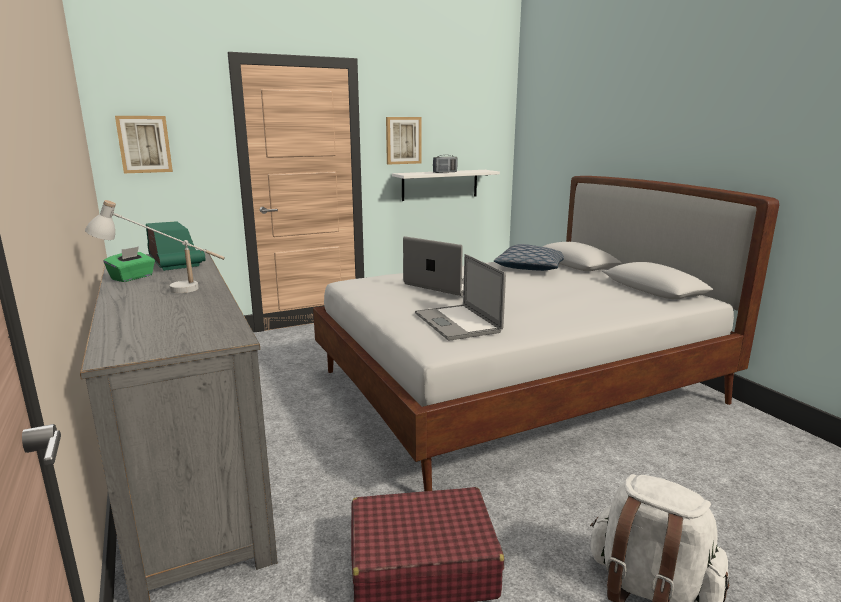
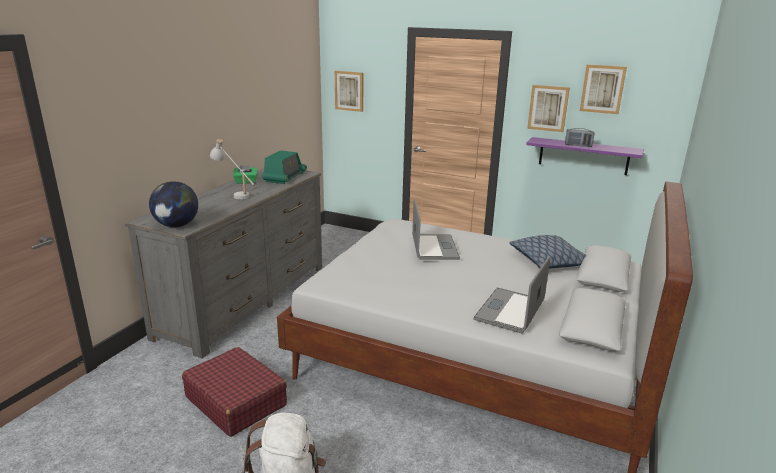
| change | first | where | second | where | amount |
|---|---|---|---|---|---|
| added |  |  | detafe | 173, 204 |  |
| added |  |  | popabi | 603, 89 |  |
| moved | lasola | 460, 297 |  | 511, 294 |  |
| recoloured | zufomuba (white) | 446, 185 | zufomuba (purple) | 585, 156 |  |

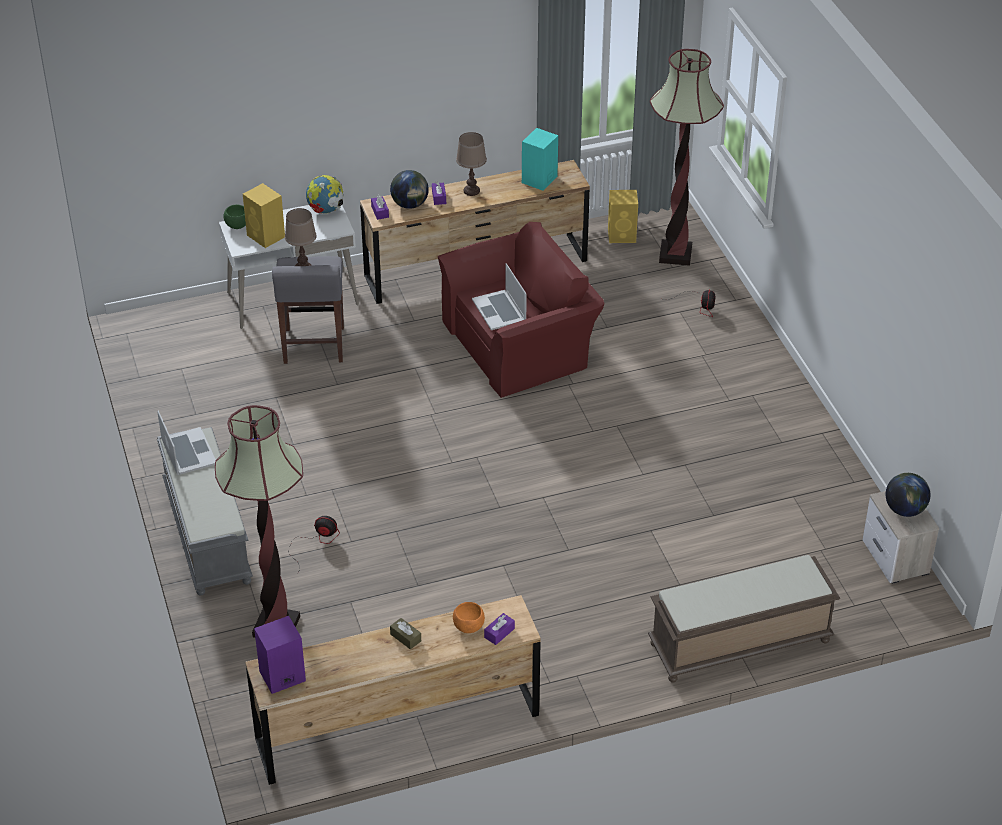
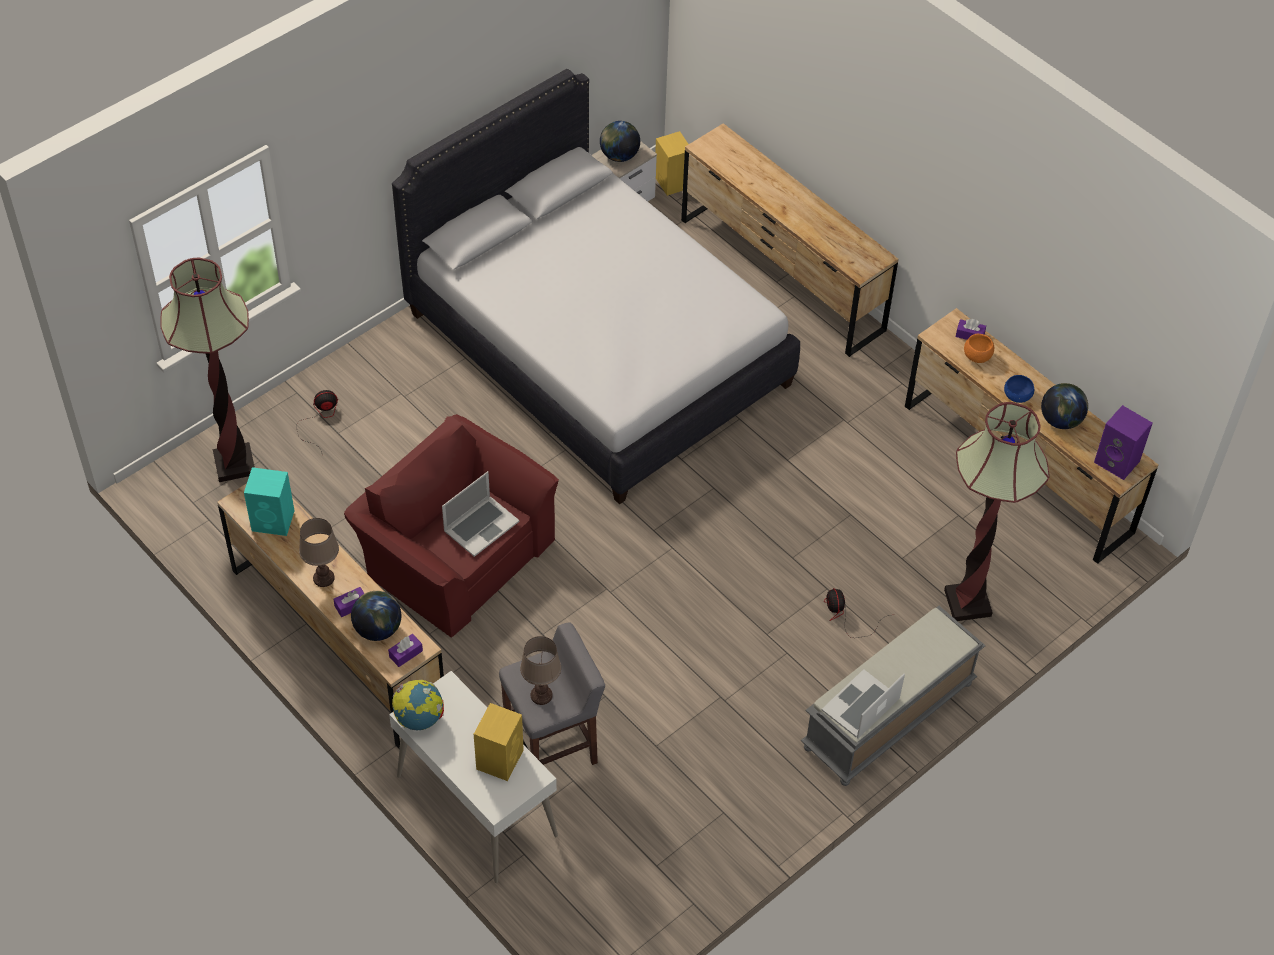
| change | first | where | second | where | amount |
|---|---|---|---|---|---|
| removed | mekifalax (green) | 235, 216 |  |  |  |
| added |  |  | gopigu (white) | 596, 286 |  |
| added |  |  | detafe | 1064, 406 |  |
| moved | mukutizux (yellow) | 623, 216 |  | 672, 163 |  |
| replaced | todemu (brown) | 405, 634 | mekifalax (blue) | 1019, 389 |  |
| replaced | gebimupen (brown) | 744, 618 | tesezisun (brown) | 789, 240 |  |

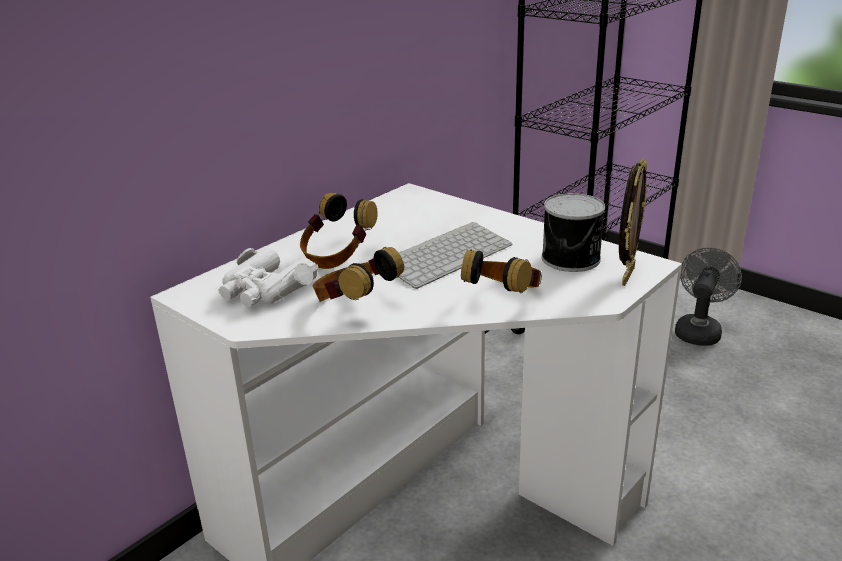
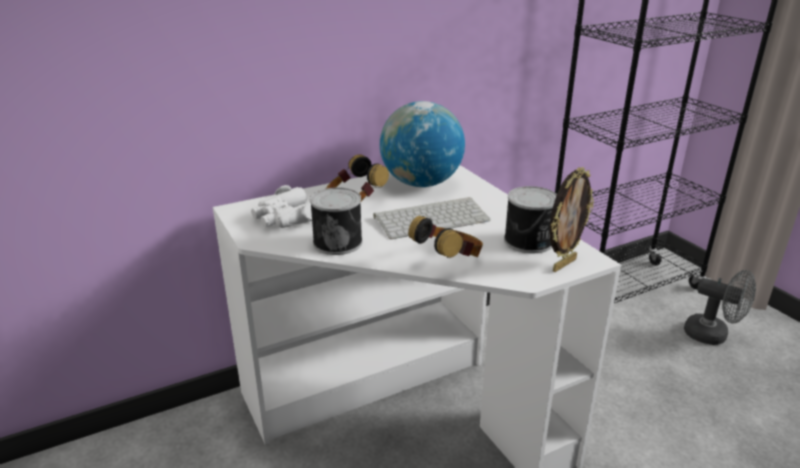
| change | first | where | second | where | amount |
|---|---|---|---|---|---|
| added |  |  | detafe | 422, 144 |  |
| replaced | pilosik | 358, 274 | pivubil | 336, 221 |  |
| turned | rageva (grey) | 708, 296 |  | 720, 307 | 75 degrees clockwise |

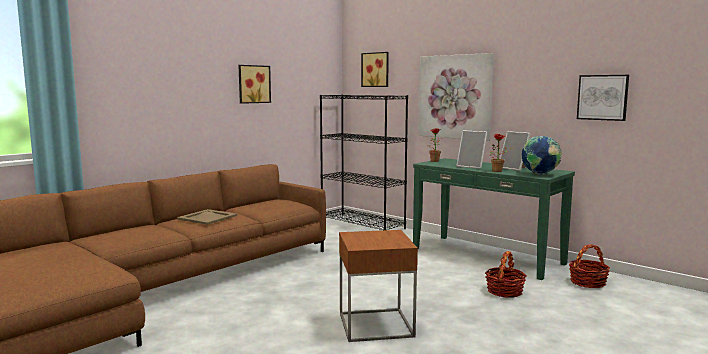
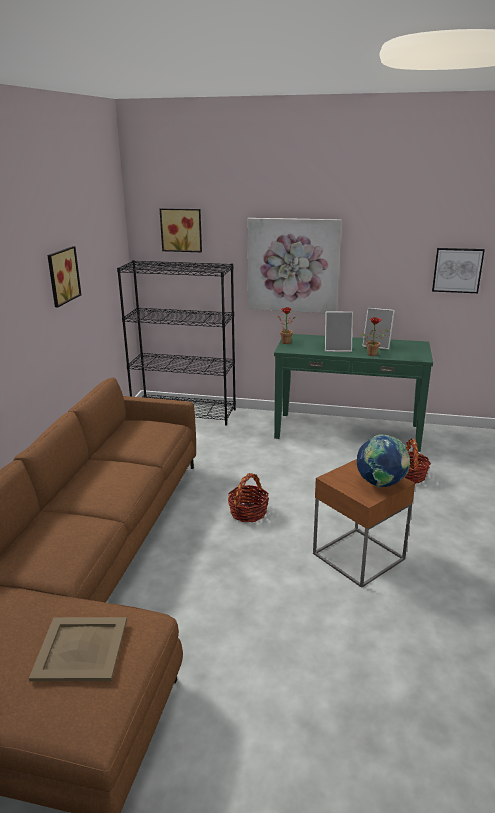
| change | first | where | second | where | amount |
|---|---|---|---|---|---|
| moved | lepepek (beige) | 207, 217 |  | 78, 649 |  |
| moved | detafe | 542, 155 |  | 383, 461 |  |
| moved | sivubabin | 589, 266 |  | 248, 498 |  |

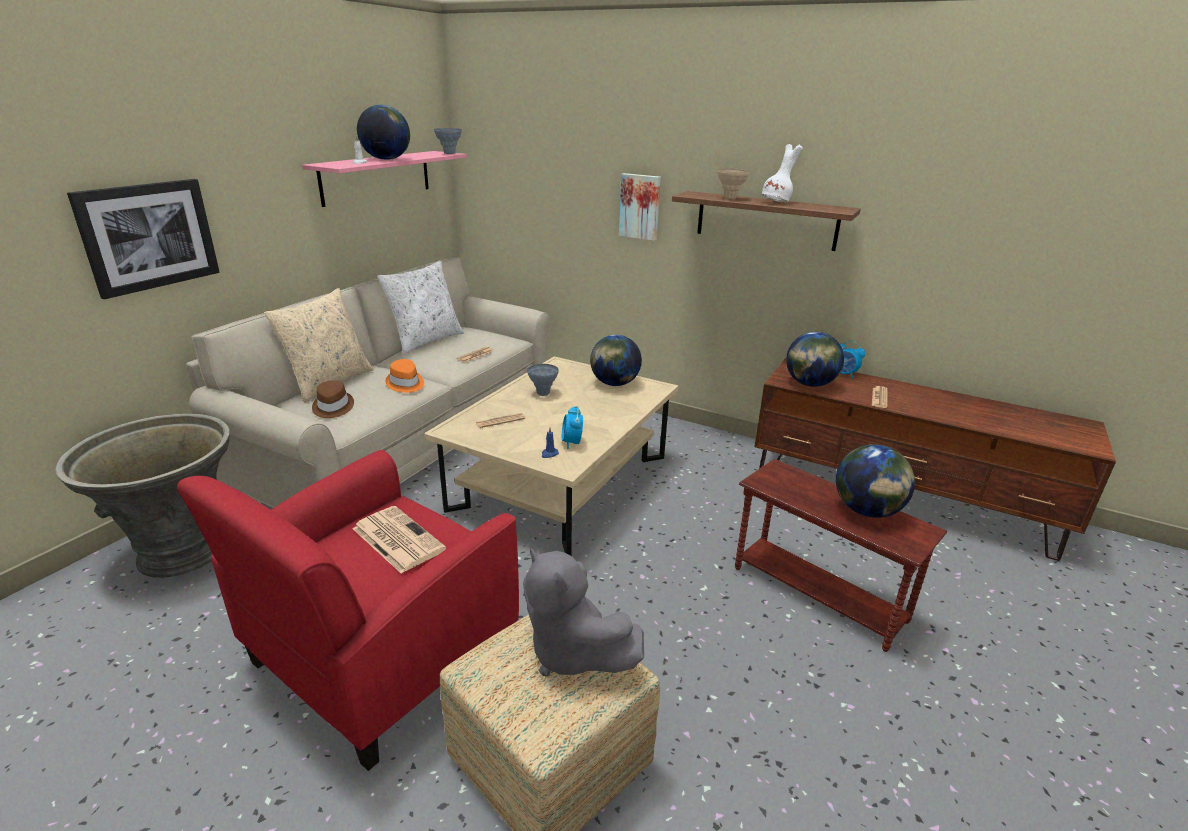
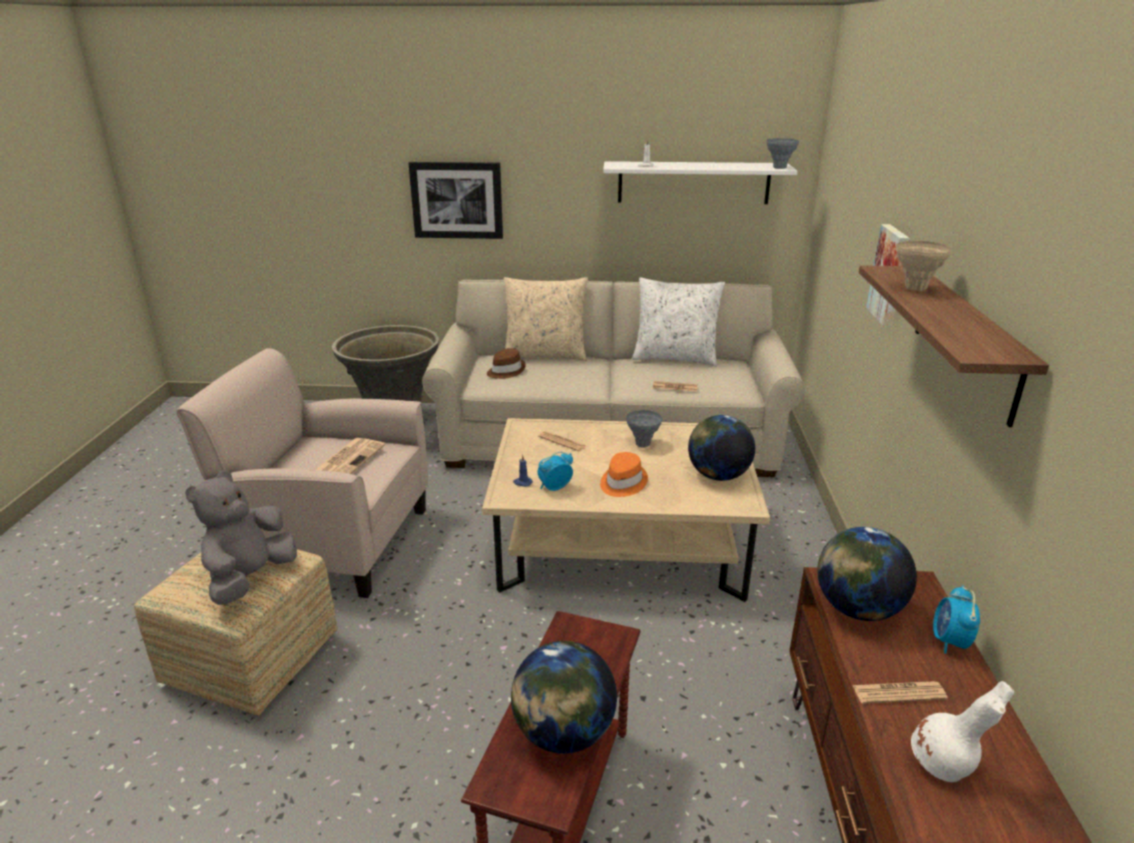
| change | first | where | second | where | amount |
|---|---|---|---|---|---|
| removed | detafe | 383, 132 |  |  |  |
| moved | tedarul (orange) | 405, 376 |  | 624, 474 |  |
| moved | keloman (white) | 782, 173 |  | 962, 731 |  |
| recoloured | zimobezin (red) | 348, 610 | zimobezin (beige) | 302, 473 |  |
| recoloured | zufomuba (pink) | 384, 179 | zufomuba (white) | 700, 182 |  |

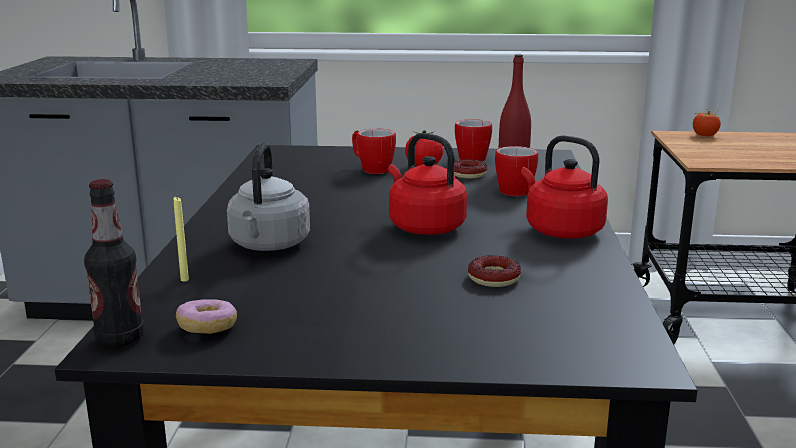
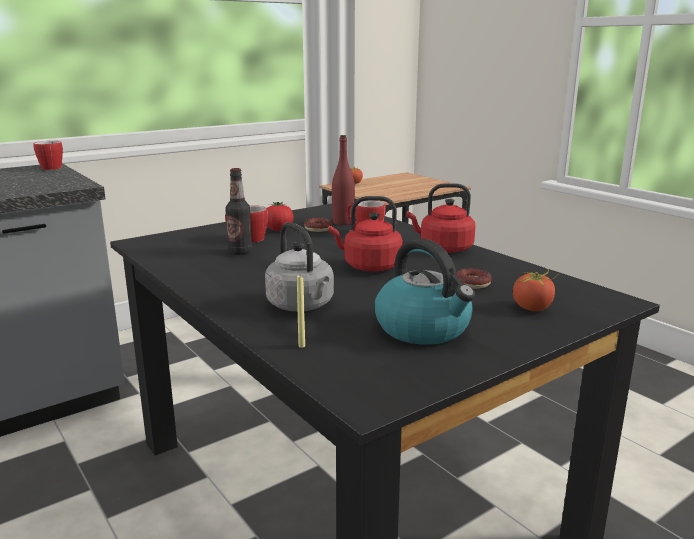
| change | first | where | second | where | amount |
|---|---|---|---|---|---|
| removed | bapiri | 206, 316 |  |  |  |
| added |  |  | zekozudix | 425, 292 |  |
| added |  |  | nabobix | 536, 289 |  |
| moved | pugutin | 114, 263 |  | 238, 211 |  |
| moved | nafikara | 473, 140 |  | 48, 155 |  |

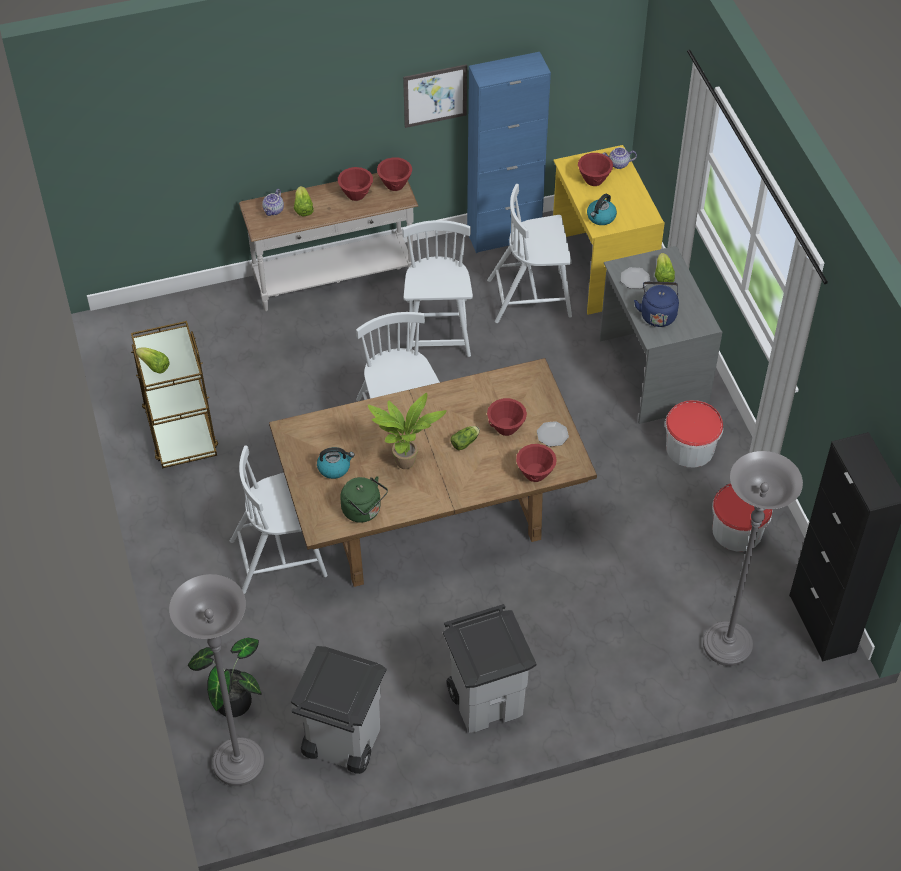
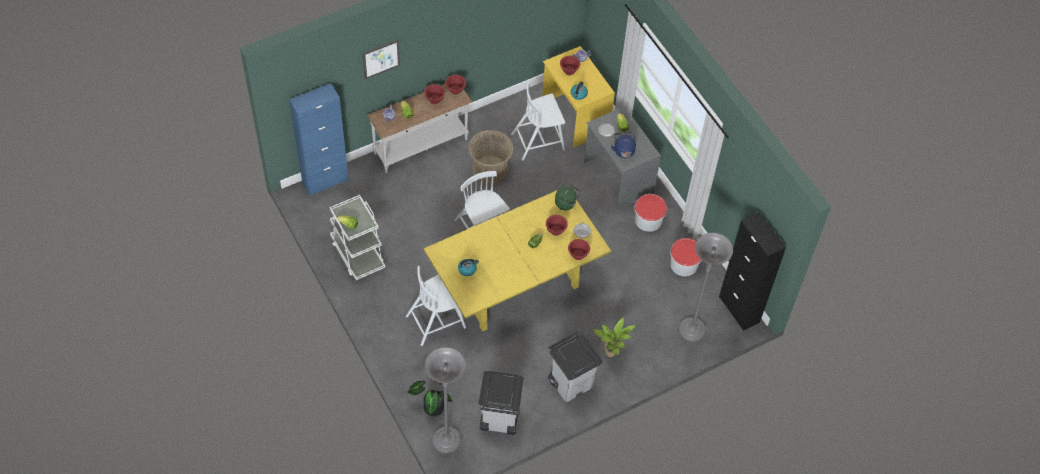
| change | first | where | second | where | amount |
|---|---|---|---|---|---|
| moved | zekozudix (green) | 364, 499 |  | 568, 197 |  |
| moved | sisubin | 407, 431 |  | 614, 337 |  |
| moved | popabi | 435, 96 |  | 381, 59 |  |
| moved | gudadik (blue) | 509, 152 |  | 319, 139 |  |
| replaced | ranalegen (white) | 437, 288 | sivubabin | 491, 157 |  |
| recoloured | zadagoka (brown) | 174, 394 | zadagoka (white) | 357, 237 |  |
| recoloured | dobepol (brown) | 433, 472 | dobepol (yellow) | 517, 260 |  |

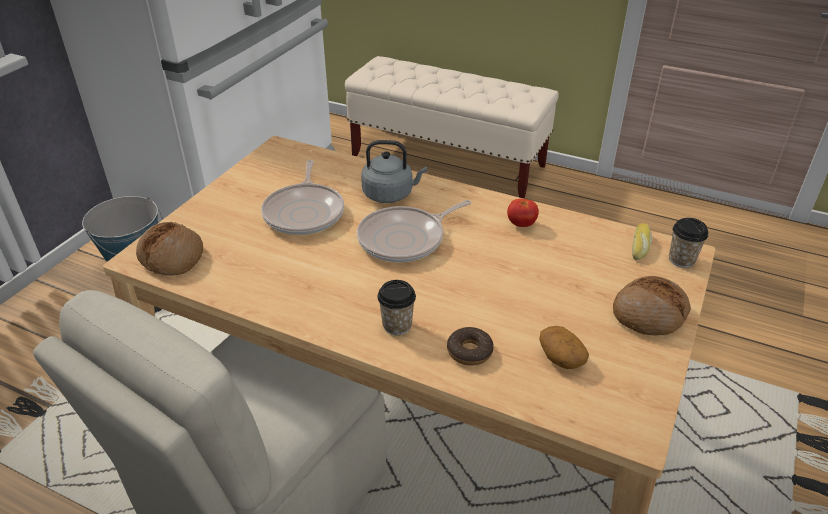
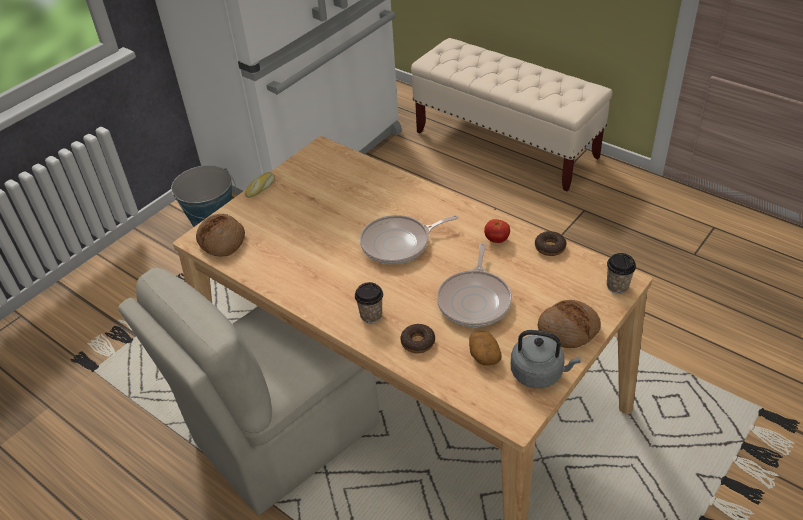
| change | first | where | second | where | amount |
|---|---|---|---|---|---|
| added |  |  | bapiri | 550, 243 |  |
| moved | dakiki | 302, 197 |  | 474, 285 |  |
| moved | zekozudix (grey) | 394, 171 |  | 546, 359 |  |
| moved | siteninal | 642, 241 |  | 260, 185 |  |

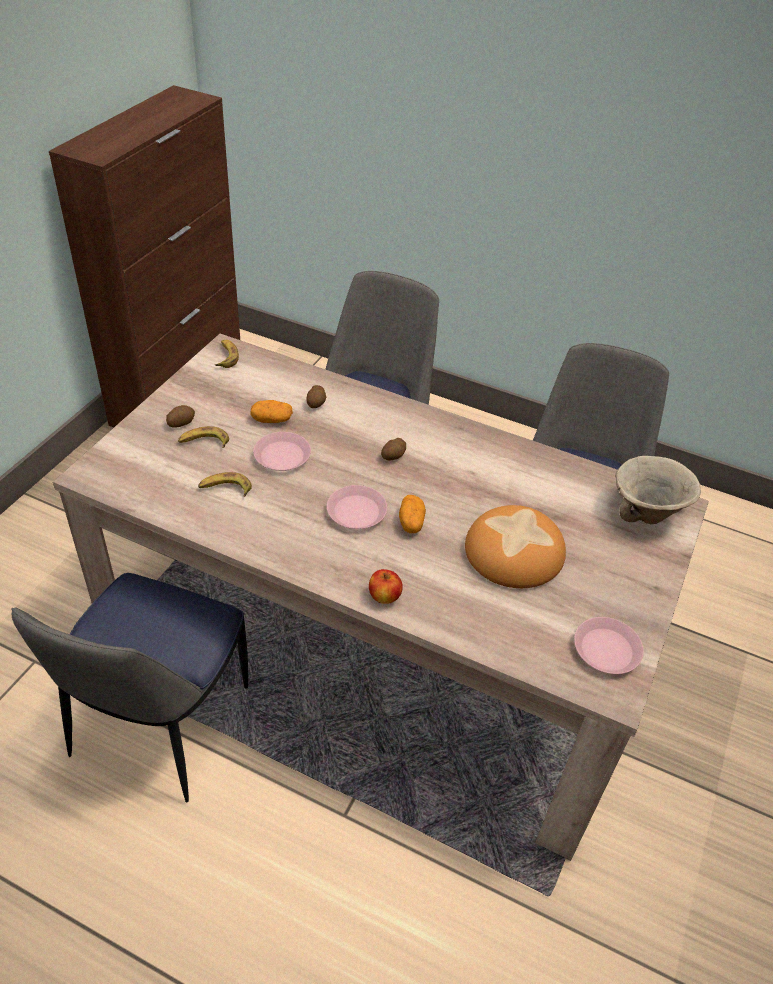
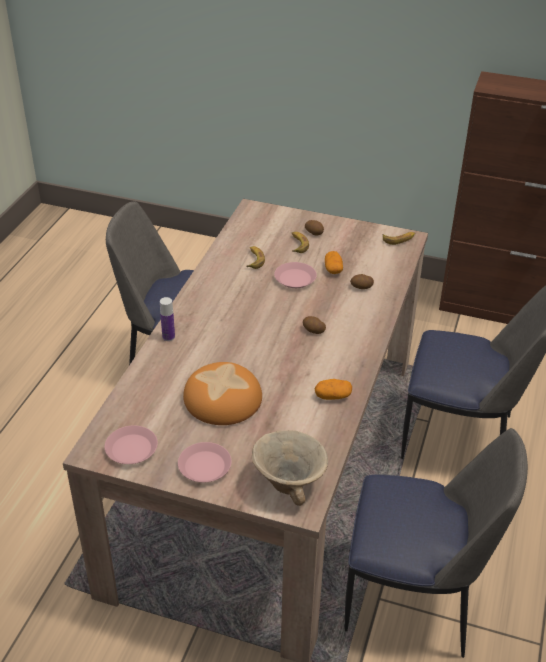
| change | first | where | second | where | amount |
|---|---|---|---|---|---|
| moved | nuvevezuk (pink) | 357, 507 |  | 205, 462 |  |
| moved | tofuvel | 412, 514 |  | 333, 389 |  |
| replaced | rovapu | 386, 586 | pugutin | 167, 319 |  |

